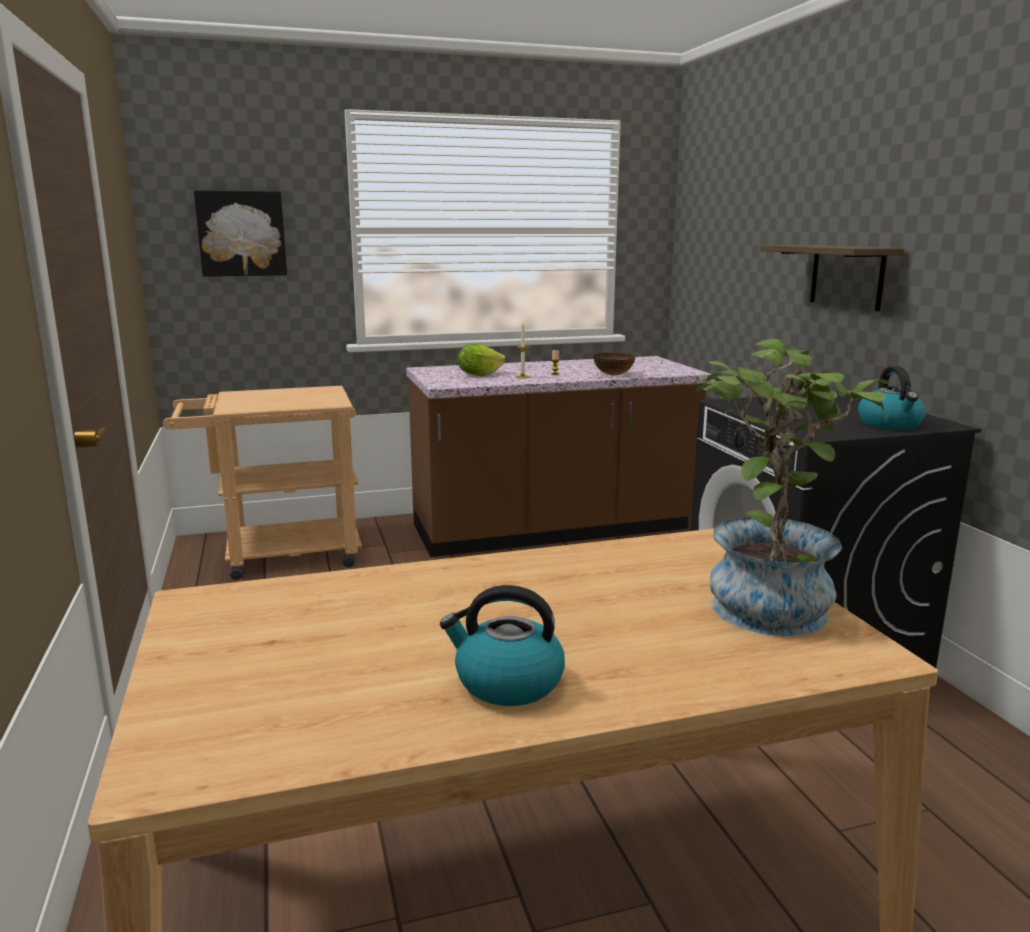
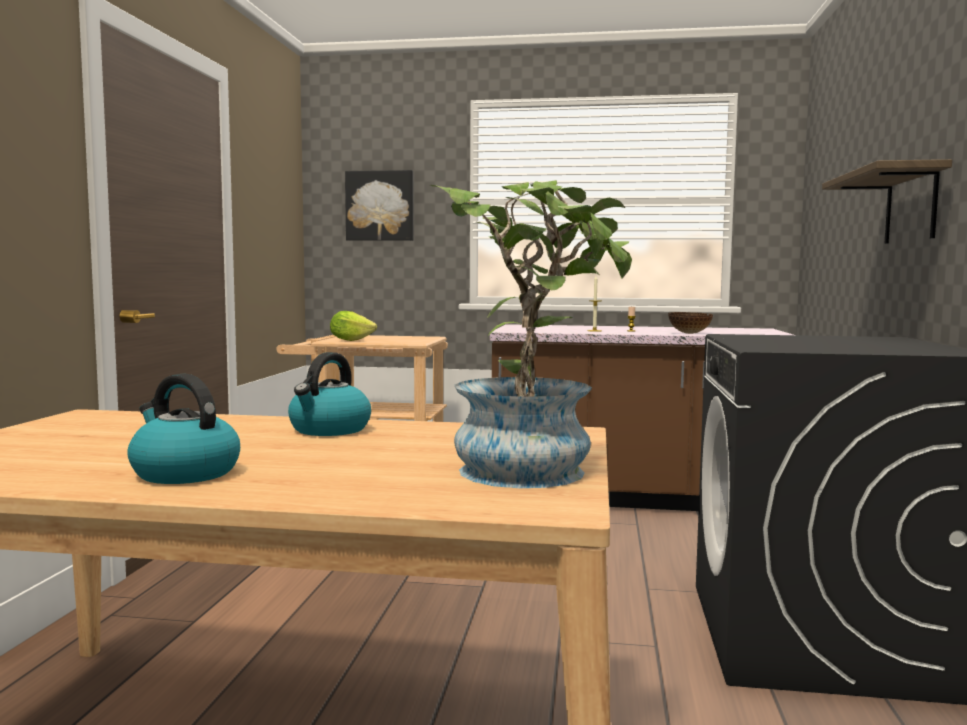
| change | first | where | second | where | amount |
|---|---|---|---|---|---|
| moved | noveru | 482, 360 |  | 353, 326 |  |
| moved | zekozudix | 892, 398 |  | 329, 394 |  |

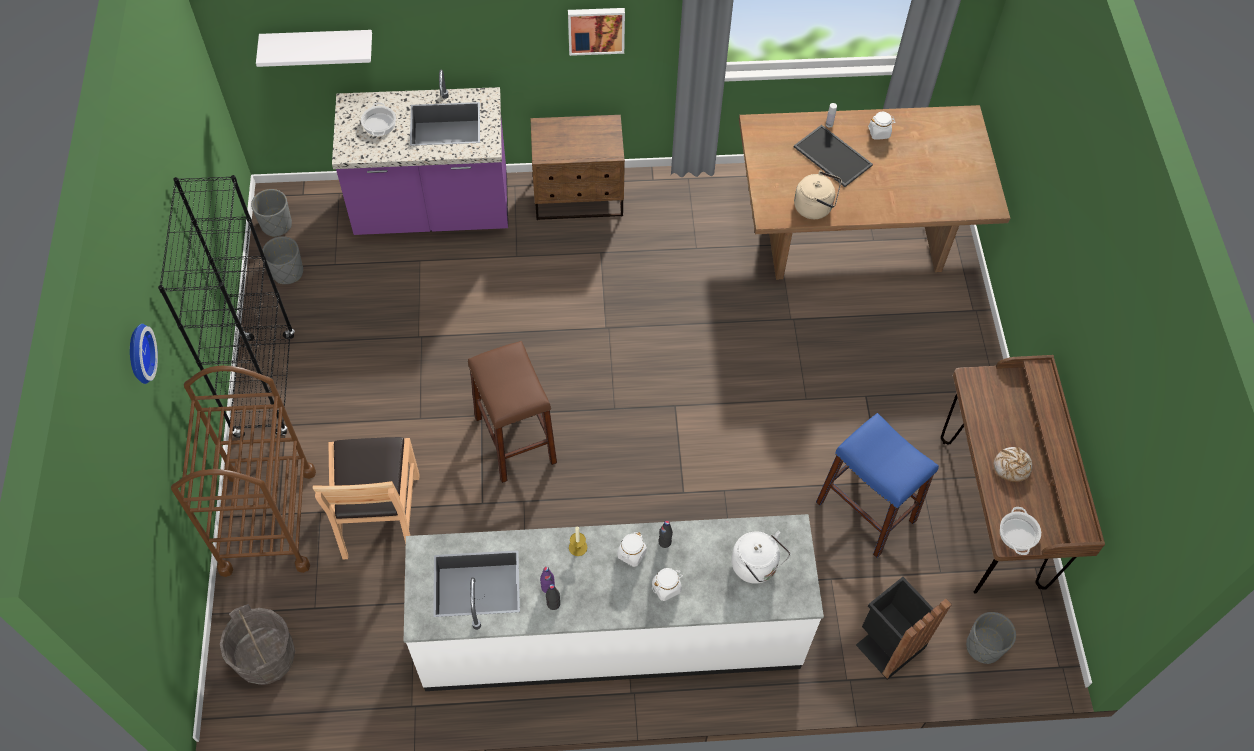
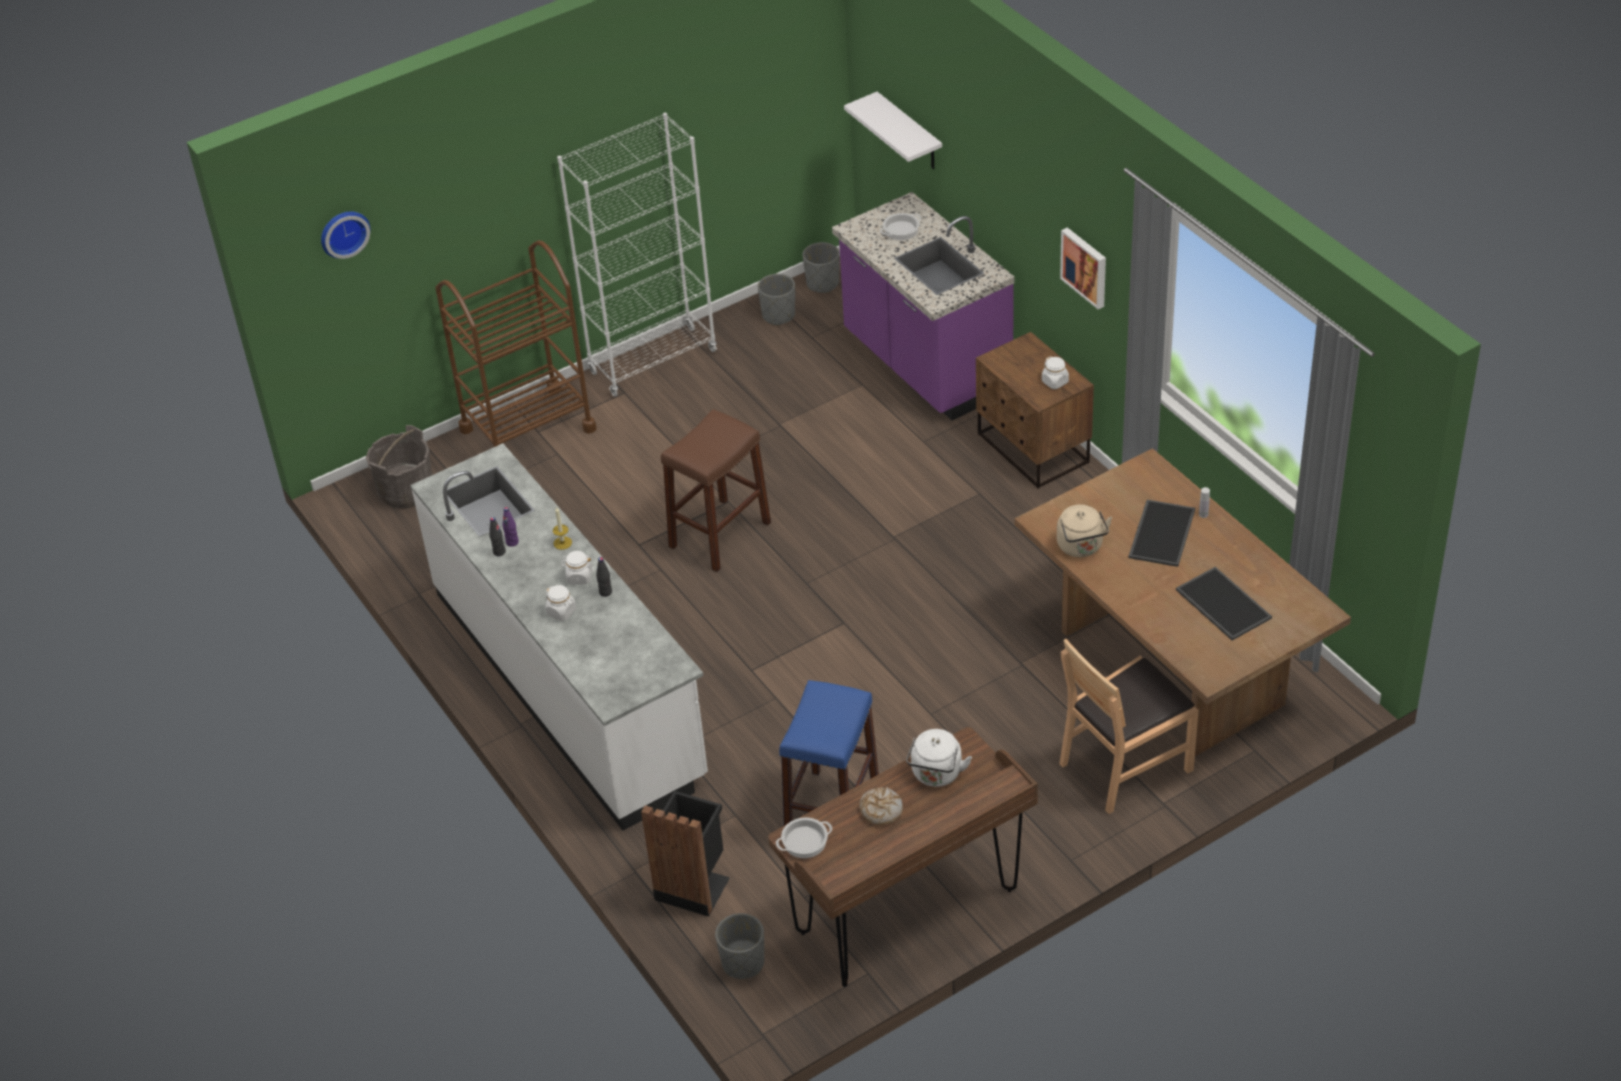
| change | first | where | second | where | amount |
|---|---|---|---|---|---|
| added |  |  | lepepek | 1224, 604 |  |
| moved | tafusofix | 144, 354 |  | 346, 235 |  |
| moved | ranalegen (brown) | 366, 498 |  | 1129, 726 |  |
| moved | zekozudix (white) | 761, 557 |  | 939, 758 |  |
| moved | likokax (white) | 881, 126 |  | 1055, 372 |  |
| recoloured | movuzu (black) | 226, 306 | movuzu (white) | 637, 255 |  |

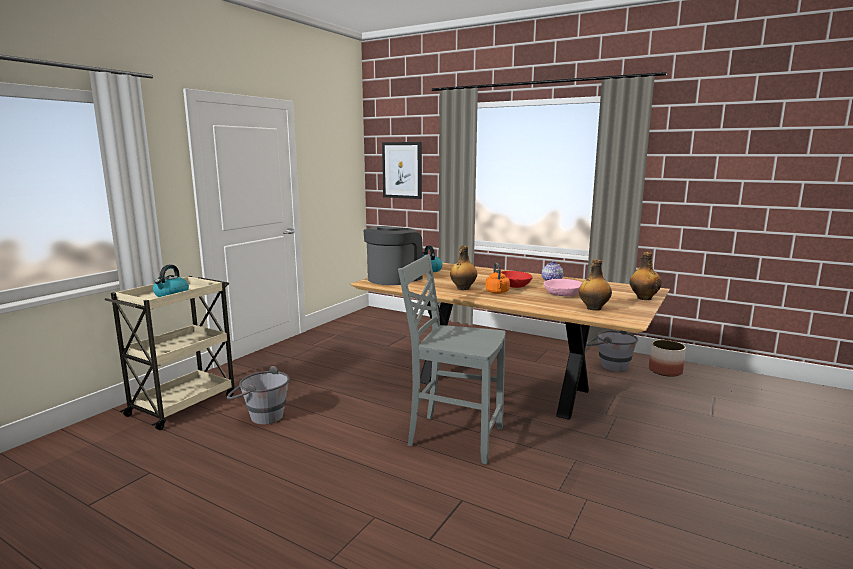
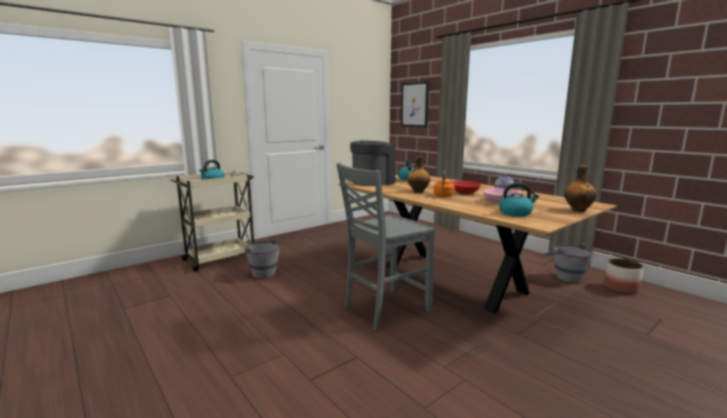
| change | first | where | second | where | amount |
|---|---|---|---|---|---|
| replaced | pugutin | 595, 284 | zekozudix | 519, 199 |  |
| turned | ranalegen (grey) | 452, 359 |  | 385, 246 | 75 degrees counterclockwise |

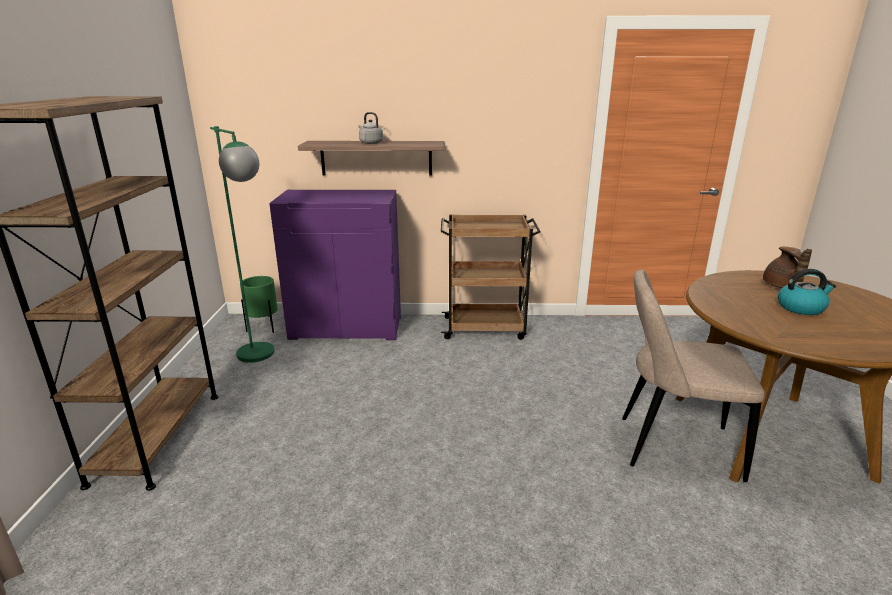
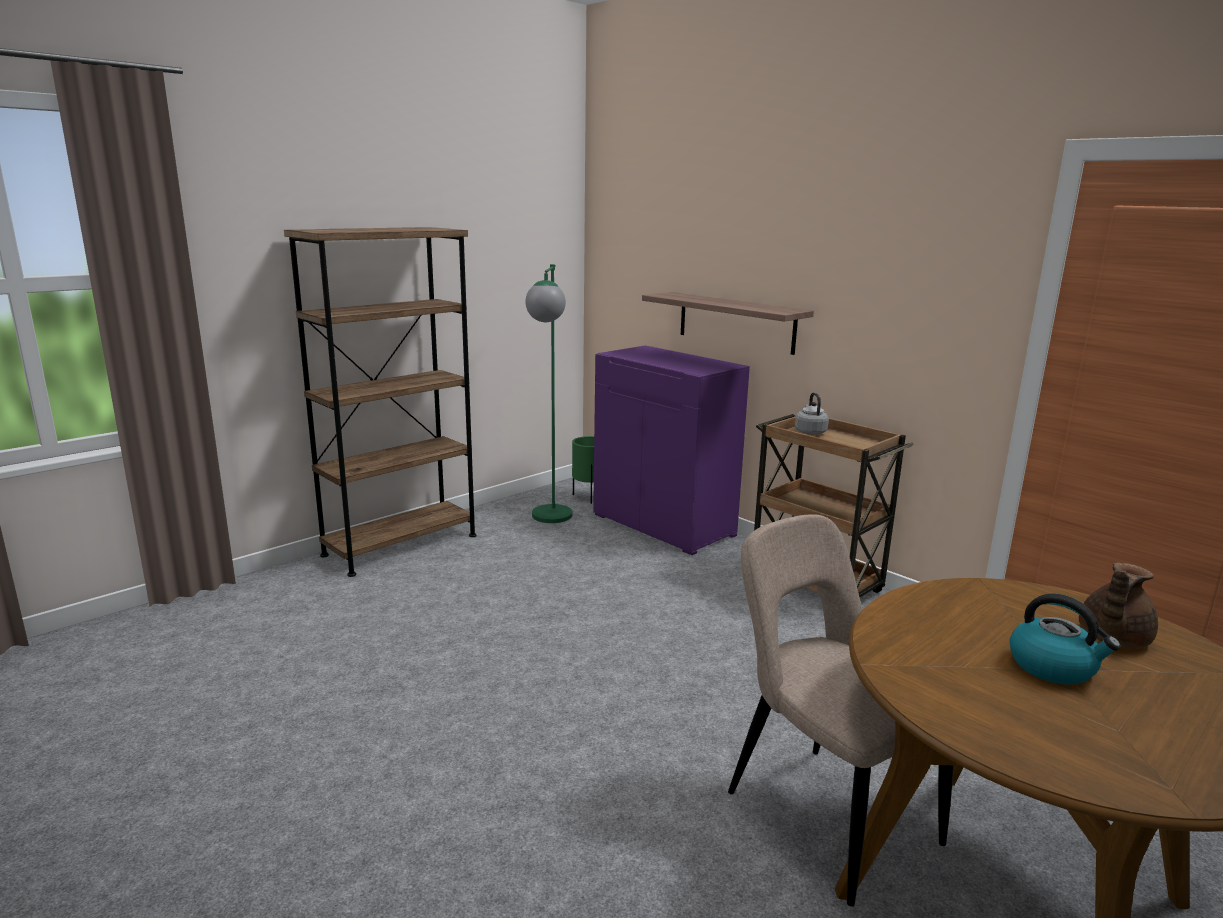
| change | first | where | second | where | amount |
|---|---|---|---|---|---|
| moved | zekozudix (grey) | 370, 128 |  | 812, 413 |  |

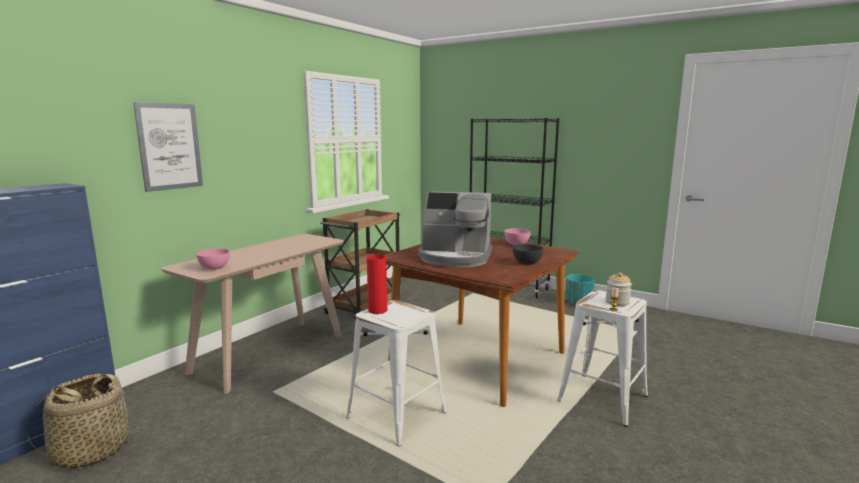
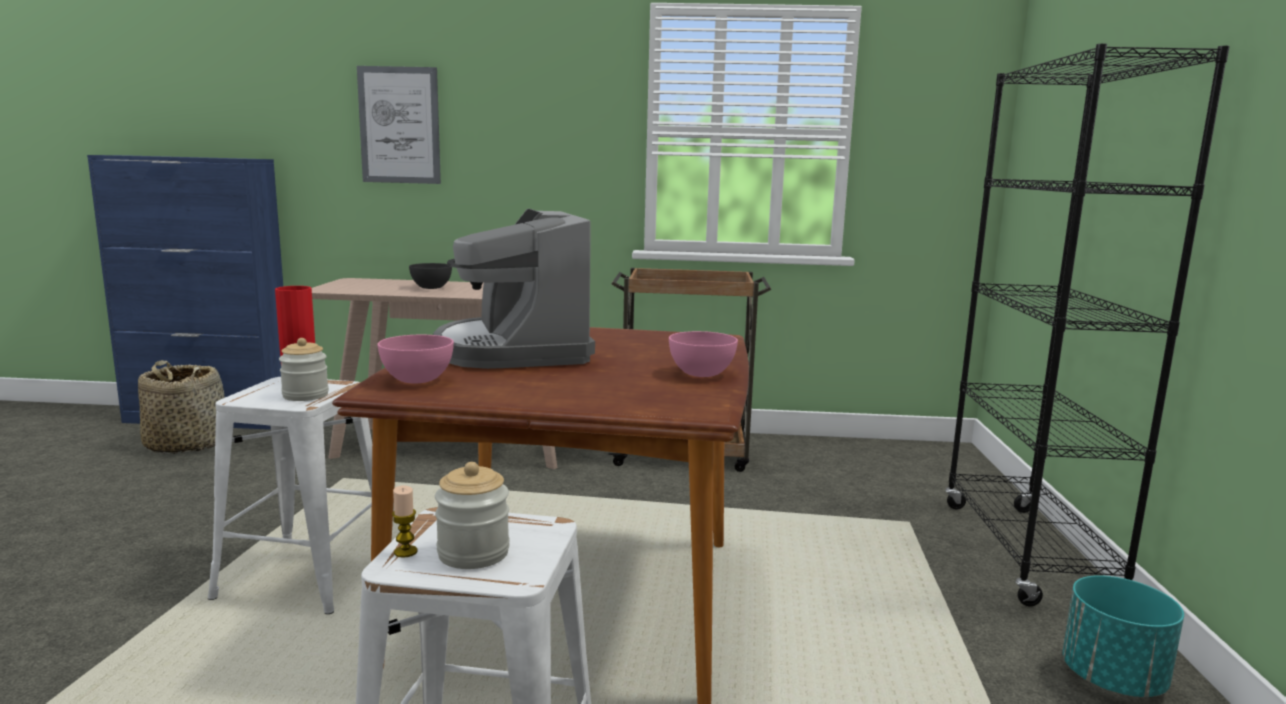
| change | first | where | second | where | amount |
|---|---|---|---|---|---|
| added |  |  | likokax | 304, 369 |  |
| moved | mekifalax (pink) | 213, 259 |  | 416, 359 |  |
| moved | mekifalax (grey) | 528, 254 |  | 430, 276 |  |

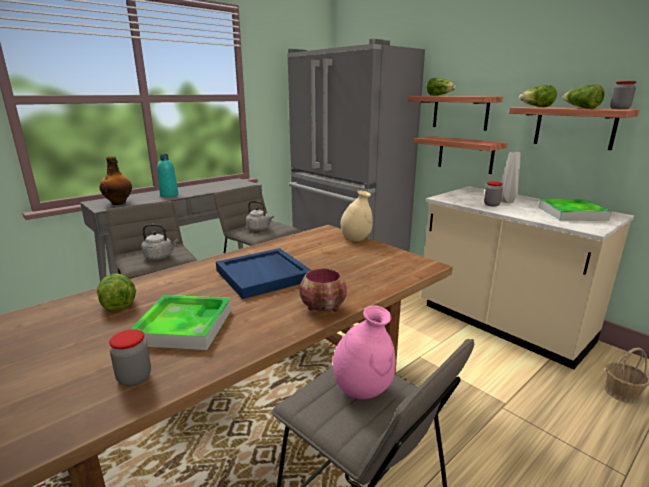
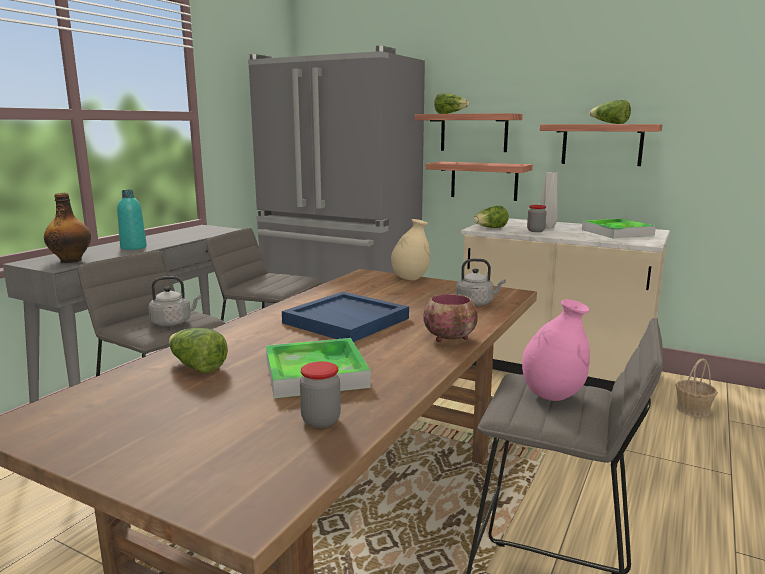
| change | first | where | second | where | amount |
|---|---|---|---|---|---|
| removed | likokax | 623, 95 |  |  |  |
| moved | zekozudix (grey) | 260, 216 |  | 481, 282 |  |
| moved | noveru | 538, 96 |  | 491, 217 |  |

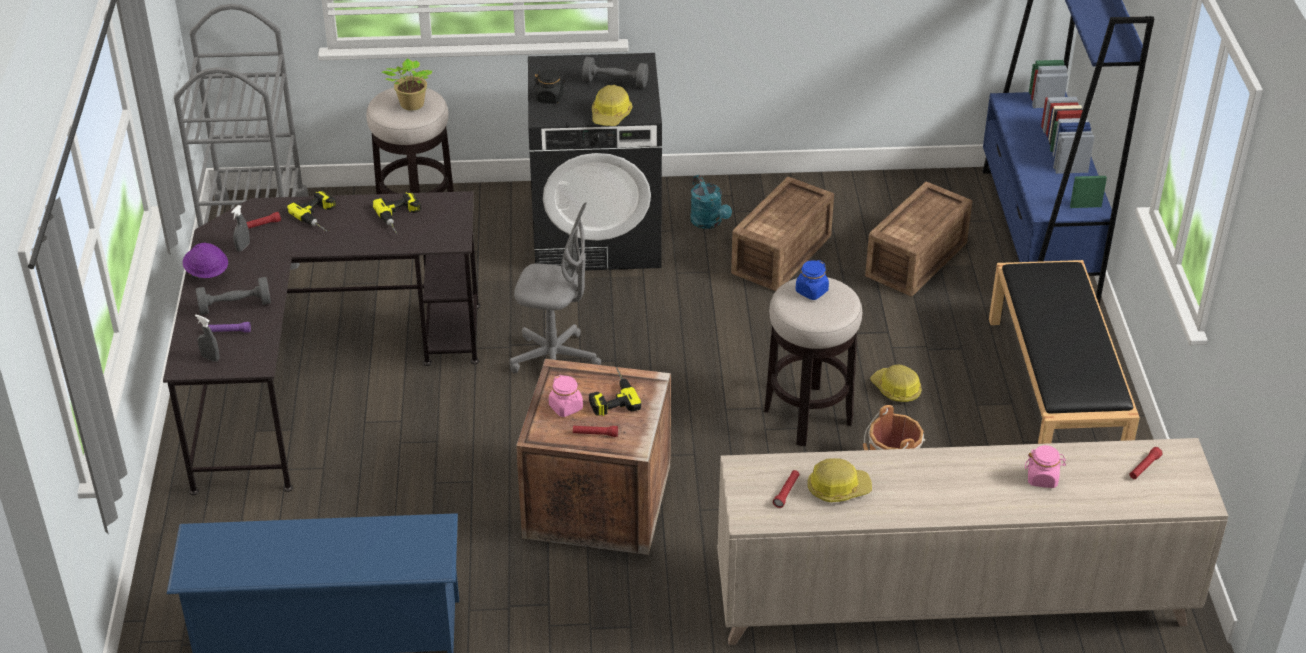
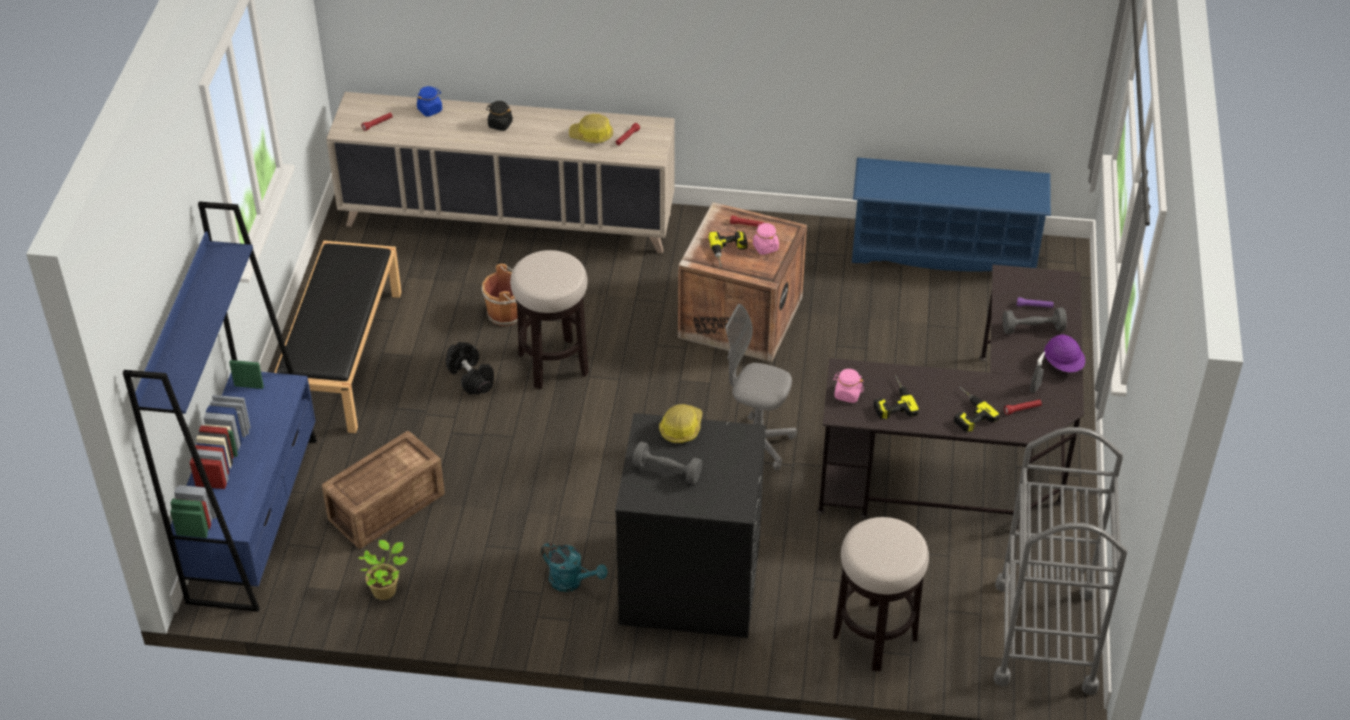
| change | first | where | second | where | amount |
|---|---|---|---|---|---|
| removed | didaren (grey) | 207, 338 |  |  |  |
| removed | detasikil | 782, 234 |  |  |  |
| moved | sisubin | 407, 85 |  | 383, 570 |  |
| moved | likokax (black) | 549, 86 |  | 499, 116 |  |
| moved | likokax (blue) | 812, 280 |  | 429, 101 |  |
| moved | likokax (pink) | 1045, 466 |  | 848, 386 |  |
| replaced | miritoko | 896, 383 | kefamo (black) | 470, 368 |  |
| turned | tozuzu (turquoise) | 711, 202 |  | 574, 567 | 135 degrees clockwise |

